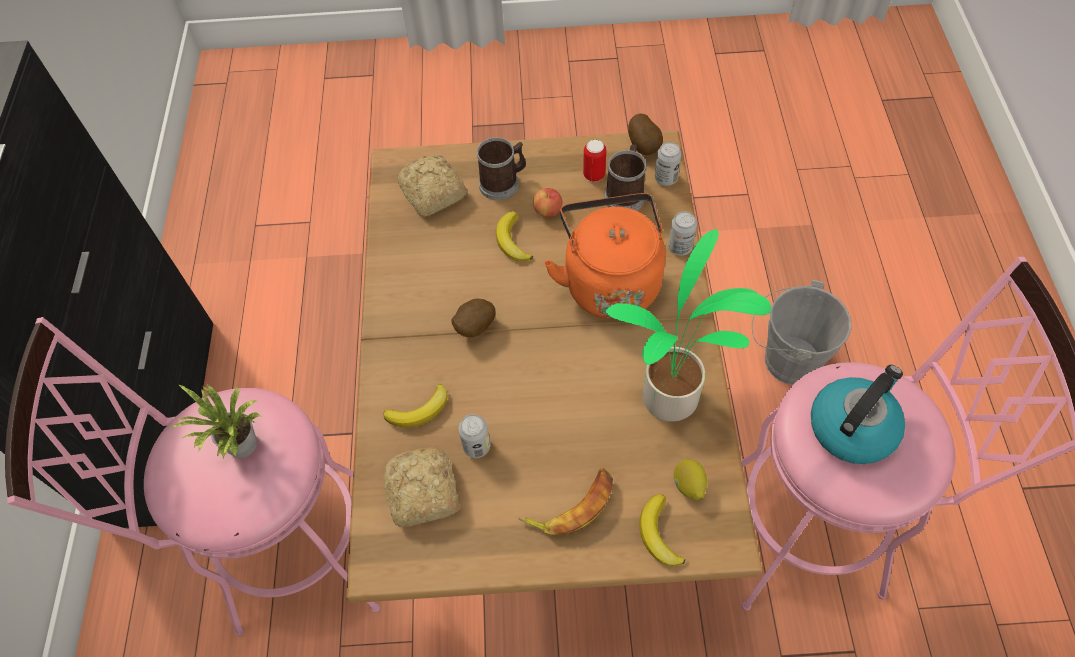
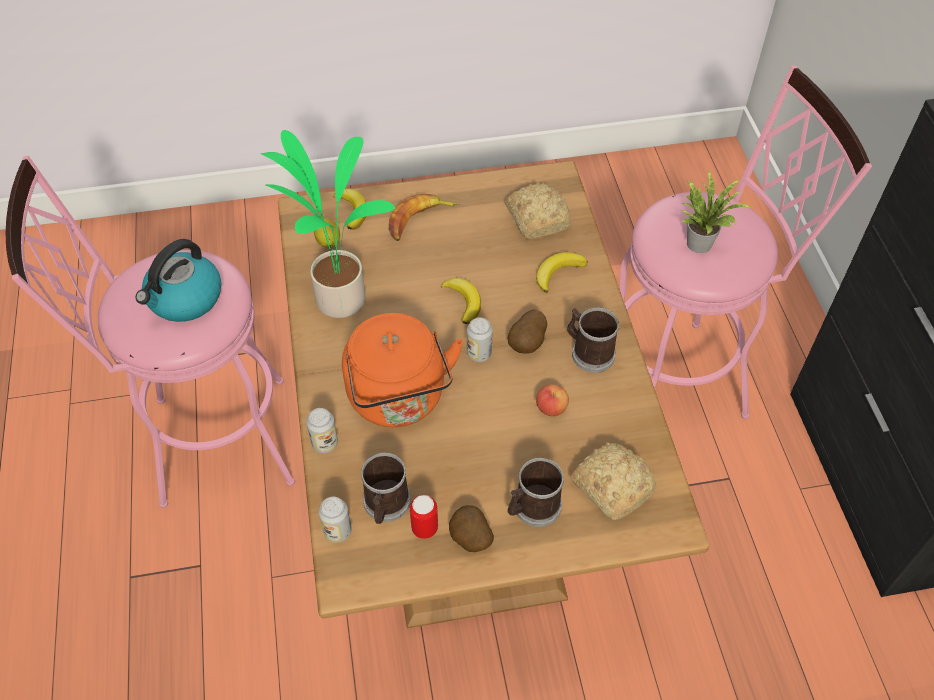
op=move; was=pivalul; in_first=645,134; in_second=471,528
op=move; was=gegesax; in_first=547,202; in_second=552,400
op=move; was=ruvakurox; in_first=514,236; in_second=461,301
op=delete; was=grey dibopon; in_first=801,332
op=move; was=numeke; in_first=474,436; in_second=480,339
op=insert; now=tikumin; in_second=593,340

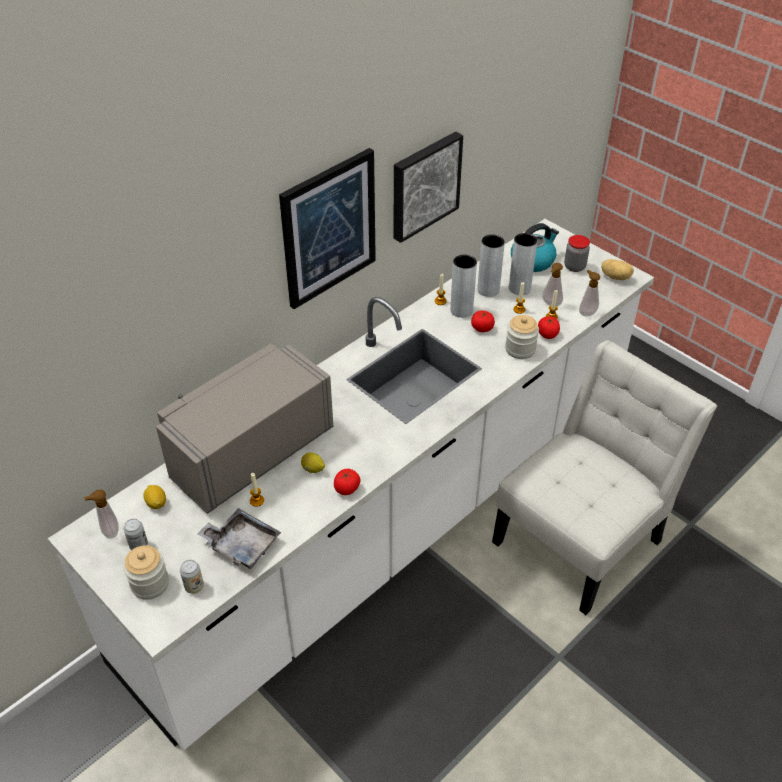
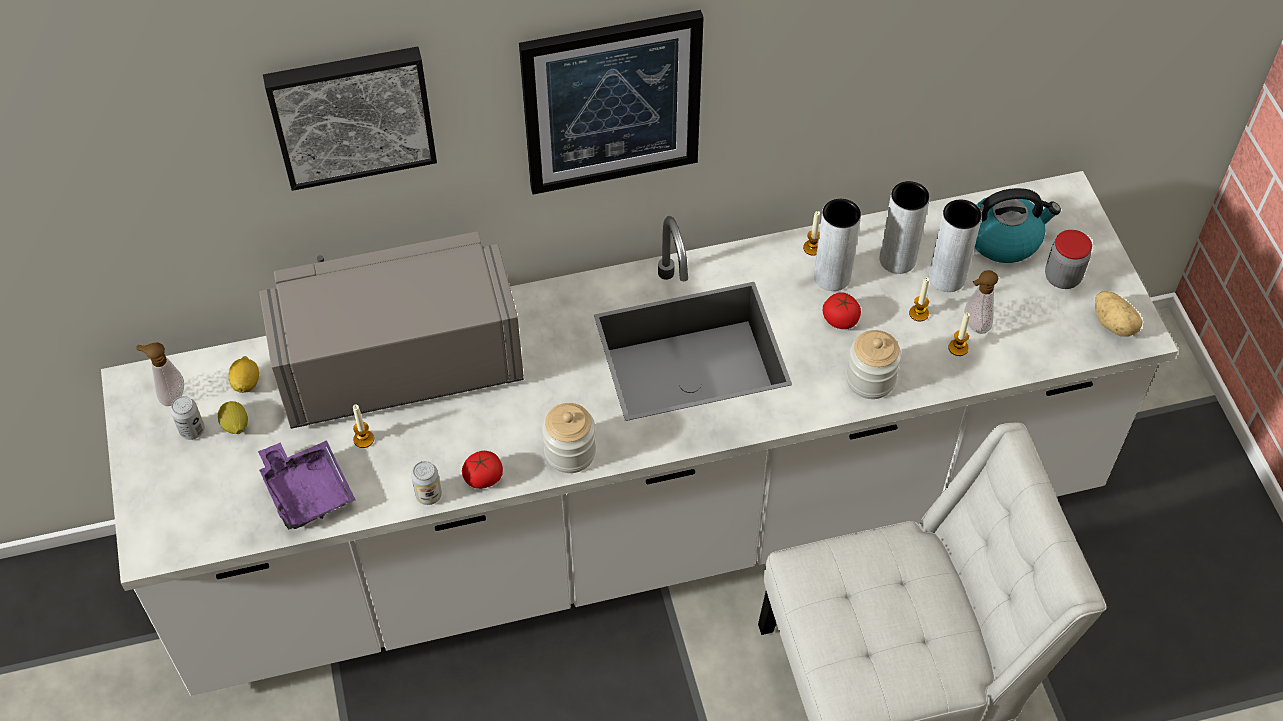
op=move; was=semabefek; in_first=428,187; in_second=350,119
op=delete; was=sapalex; in_first=589,293
op=delete; was=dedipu; in_first=549,327
op=move; was=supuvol; in_first=313,462; in_second=233,417
op=recolor; was=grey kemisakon; now=purple kemisakon; in_first=239,538; in_second=306,485
op=move; was=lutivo; in_first=146,572; in_second=569,438
op=move; was=numeke; in_first=192,577; in_second=426,483

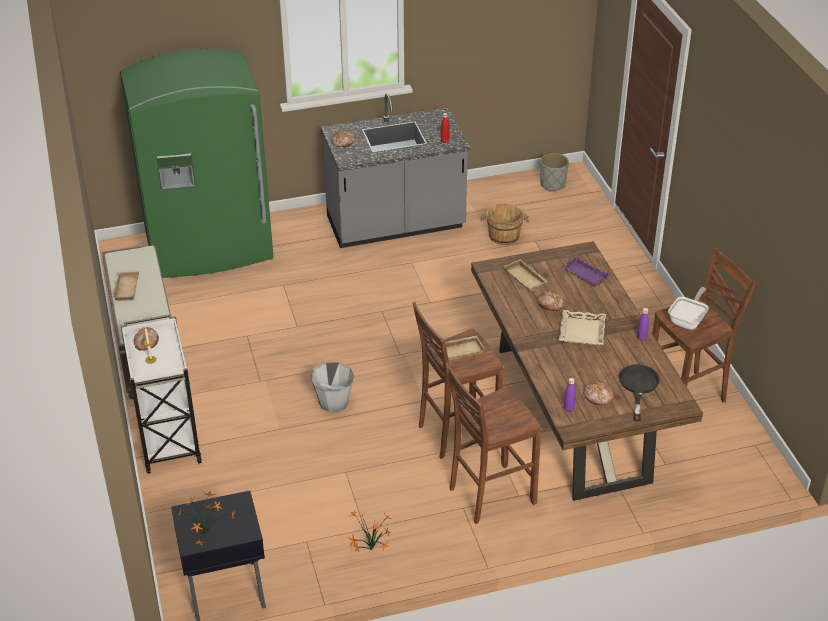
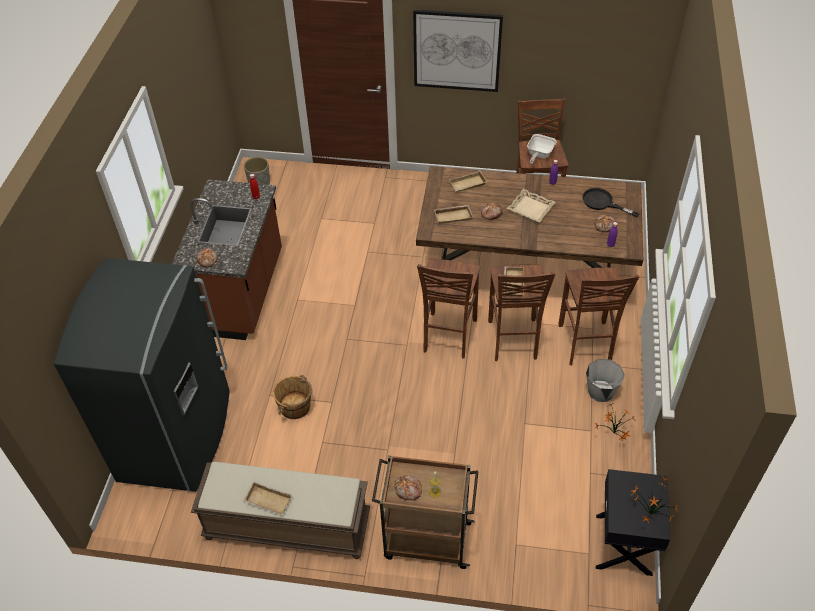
op=recolor; was=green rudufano; now=grey rudufano; in_first=197,163; in_second=142,375
op=recolor; was=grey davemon; now=brown davemon; in_first=395,170; in_second=227,259
op=move; was=brown dibopon; in_first=504,224; in_second=292,397
op=recolor; was=purple kemisakon; now=beige kemisakon; in_first=586,272; in_second=468,181
op=rotate; was=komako; in_first=688,308; in_second=542,149; clockwise=-120
op=recolor; was=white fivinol; now=brown fivinol; in_first=161,393; in_second=425,512
op=move; was=grey dibopon; in_first=332,387; in_second=605,380
op=insert; now=semabefek; in_second=458,51
op=insert; now=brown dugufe; in_second=449,309

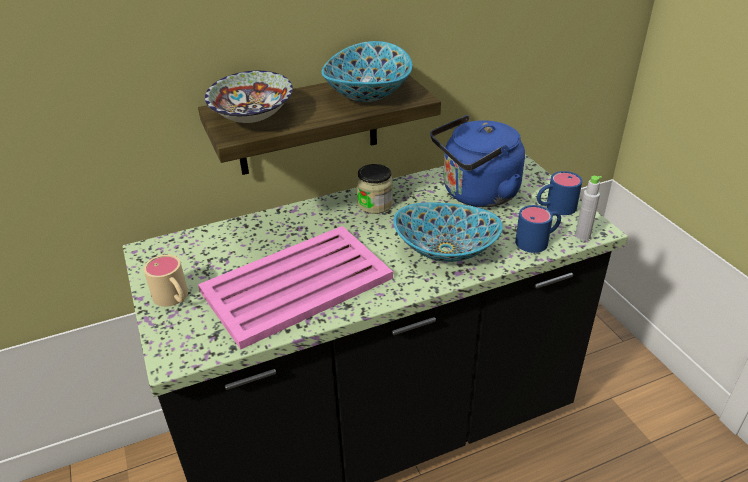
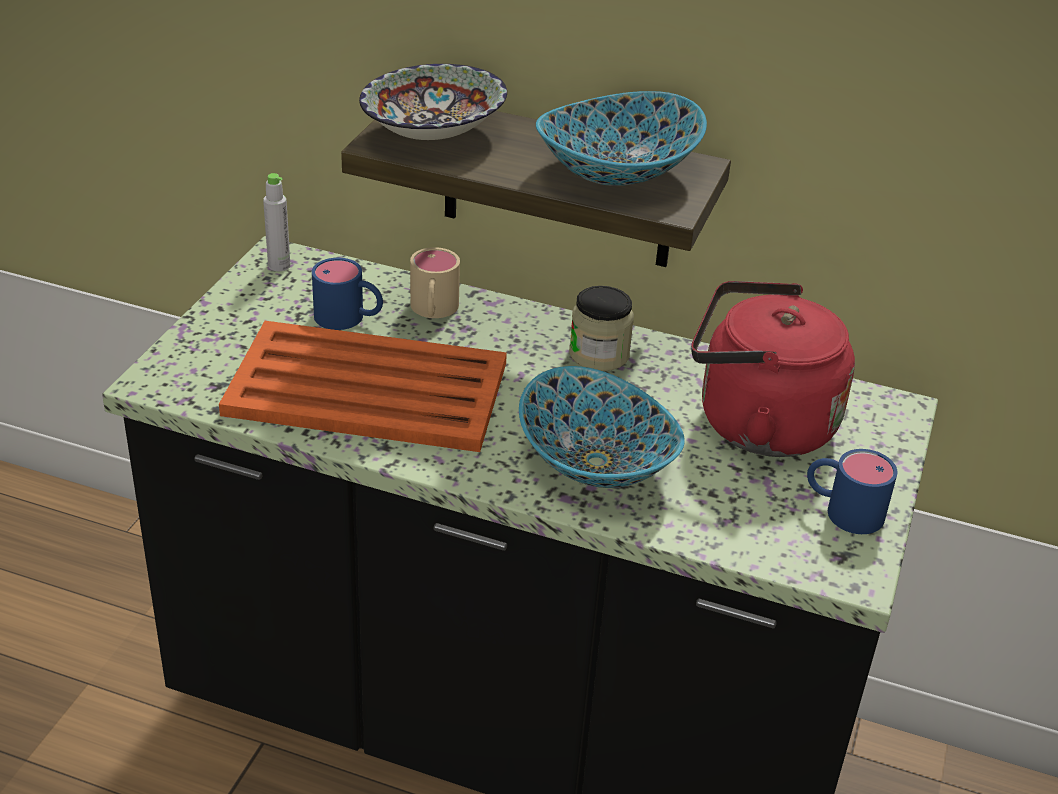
op=recolor; was=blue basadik; now=red basadik; in_first=477,161; in_second=773,369
op=move; was=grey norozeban; in_first=588,208; in_second=276,222
op=move; was=blue tikumin; in_first=538,229; in_second=347,294
op=recolor; was=pink kemisakon; now=orange kemisakon; in_first=295,288; in_second=363,386
op=move; was=beige tikumin; in_first=165,281; in_second=435,282

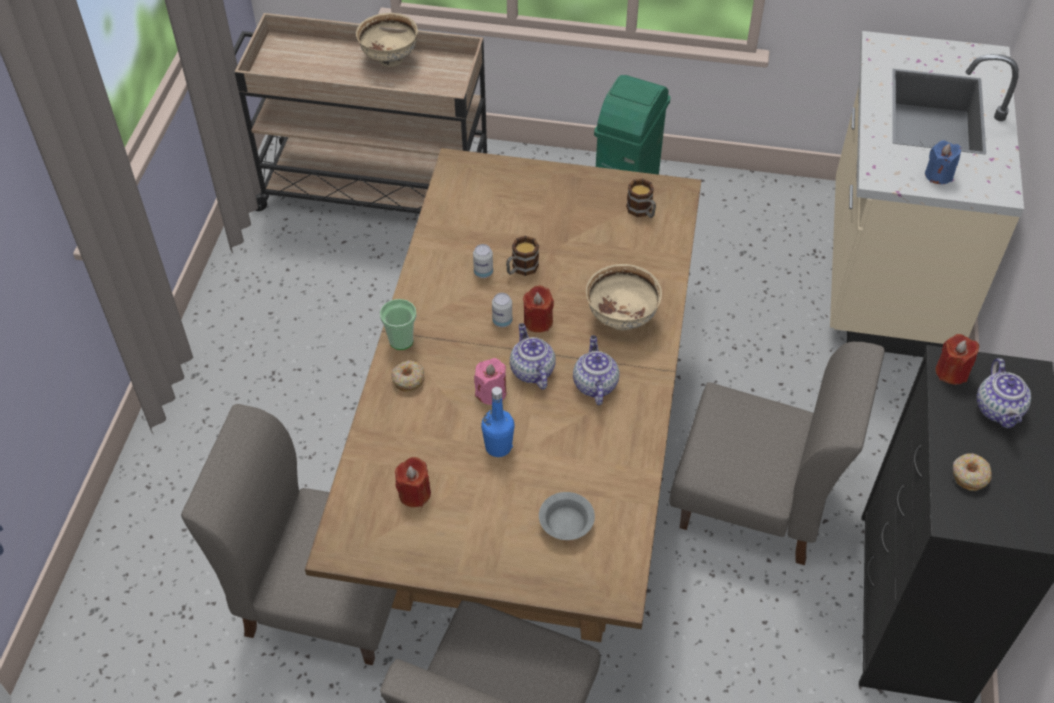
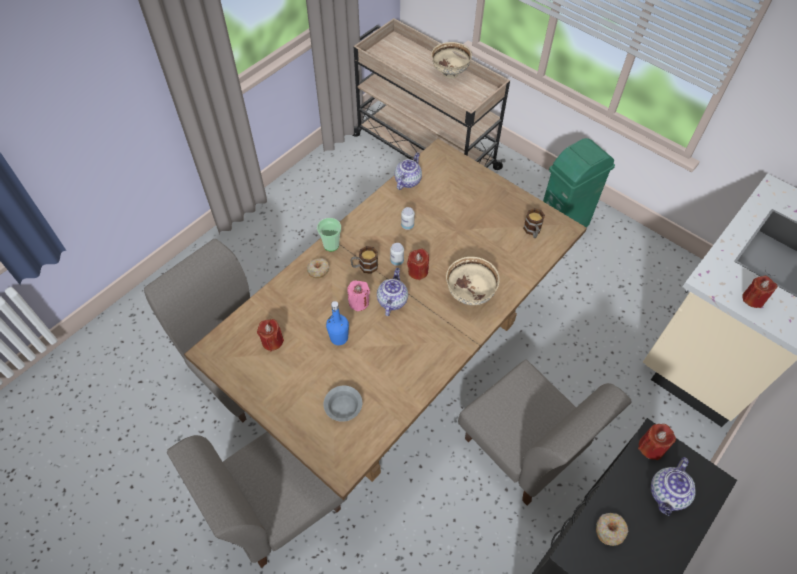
op=recolor; was=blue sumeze; now=red sumeze; in_first=943,162; in_second=759,292
op=move; was=tikumin; in_first=522,256; in_second=364,260
op=move; was=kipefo; in_first=596,370; in_second=408,171

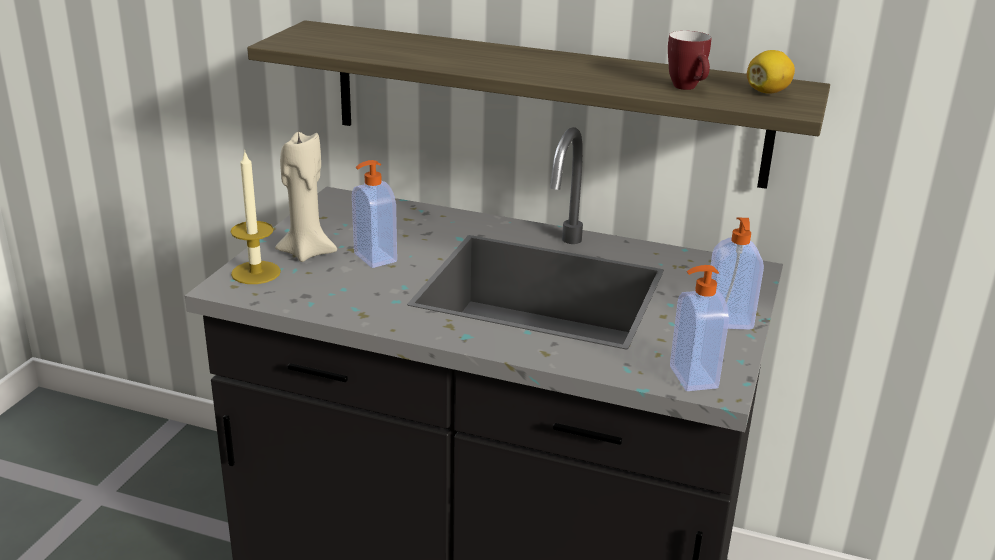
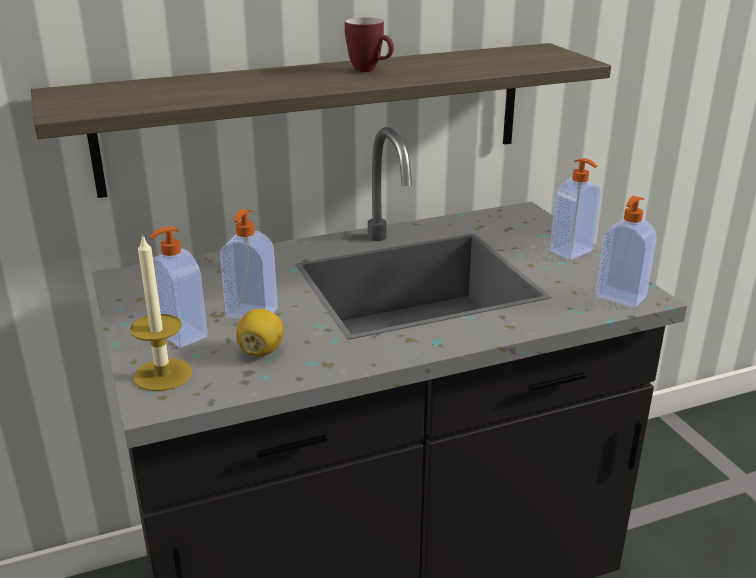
op=move; was=tikumin; in_first=689,60; in_second=369,45
op=move; was=supuvol; in_first=771,71; in_second=260,333
op=replace; was=beige sumeze; now=sapalex; in_first=306,196; in_second=178,287

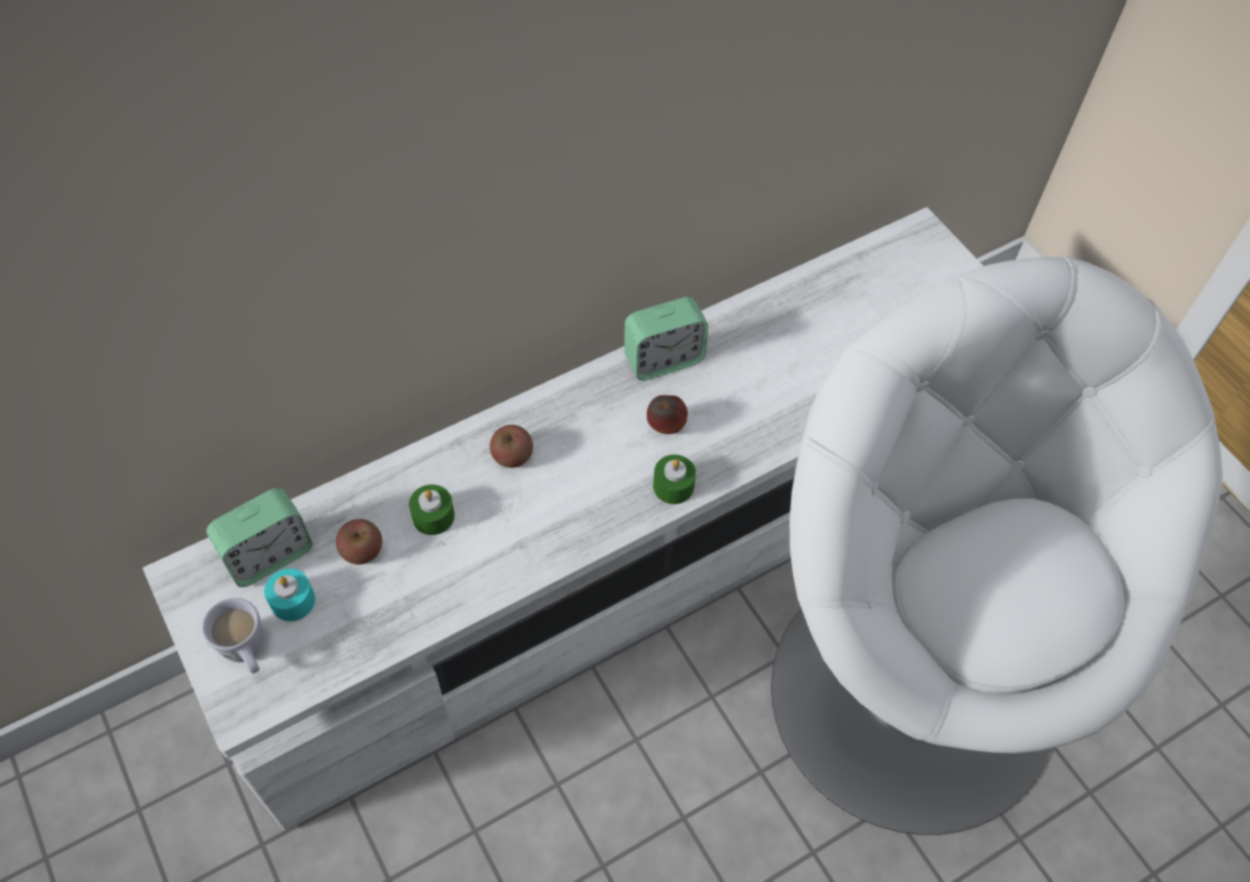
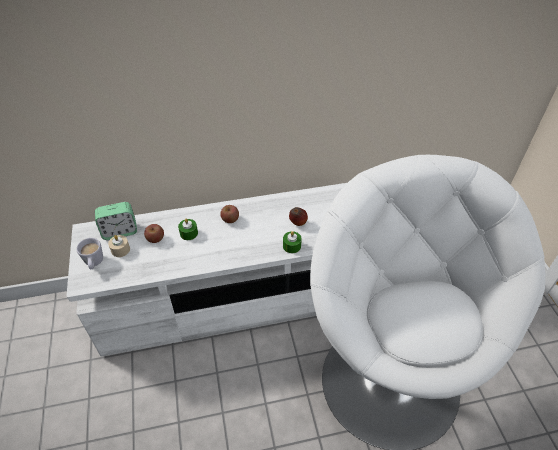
op=delete; was=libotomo; in_first=666,338
op=recolor; was=turquoise sumeze; now=beige sumeze; in_first=289,594; in_second=119,246

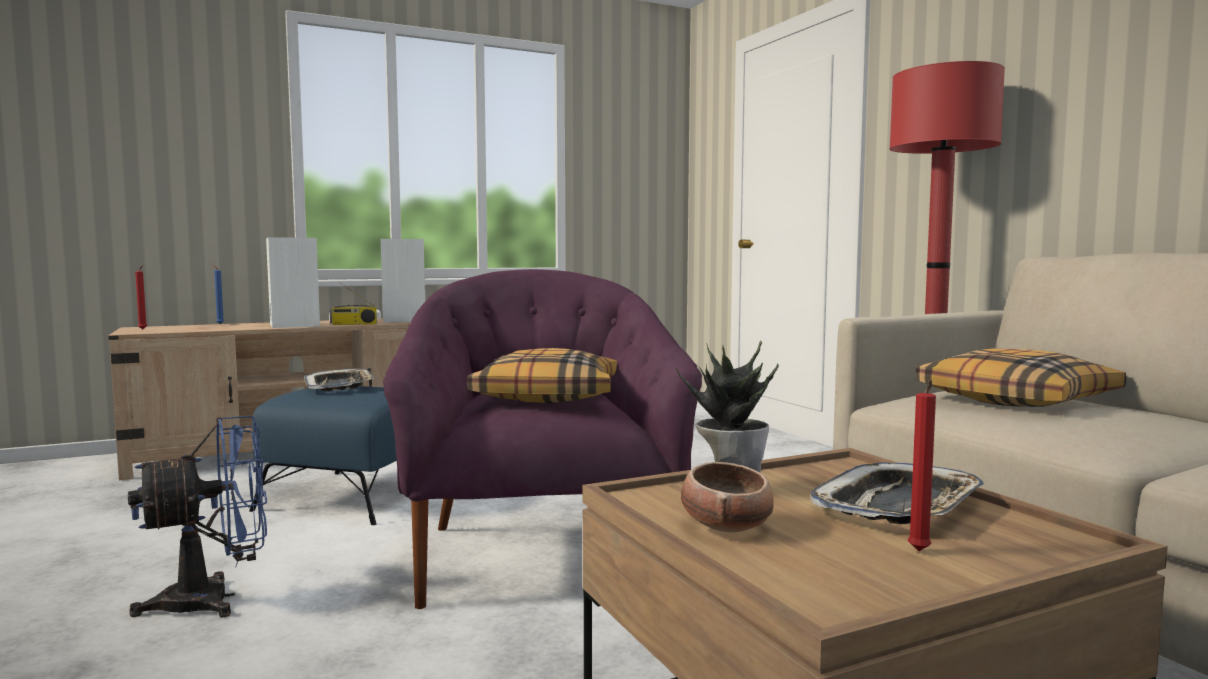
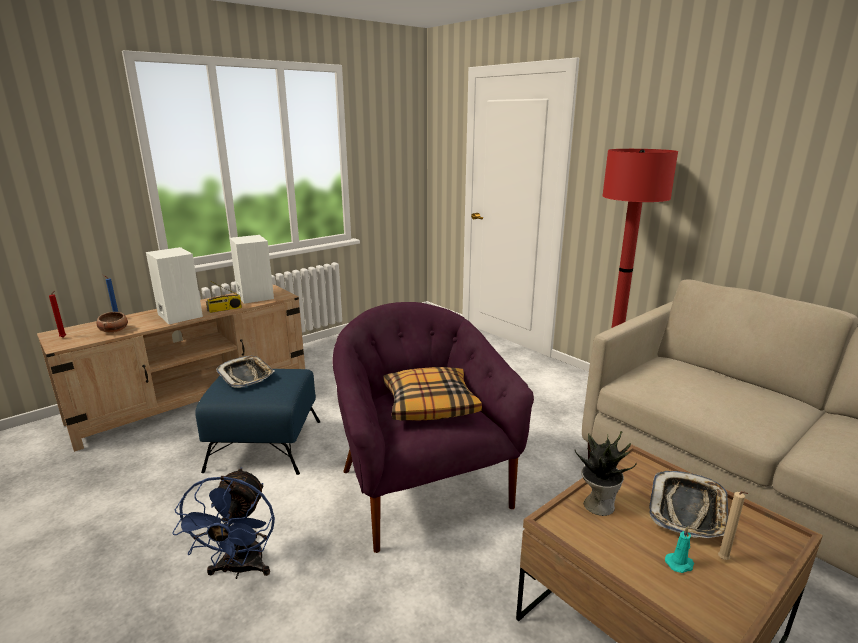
op=delete; was=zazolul; in_first=1021,378
op=recolor; was=red sumeze; now=beige sumeze; in_first=922,465; in_second=733,526
op=rotate; was=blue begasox; in_first=197,516; in_second=223,523; clockwise=135
op=move; was=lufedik; in_first=727,497; in_second=112,322
op=insert; now=turquoise sumeze; in_second=679,549

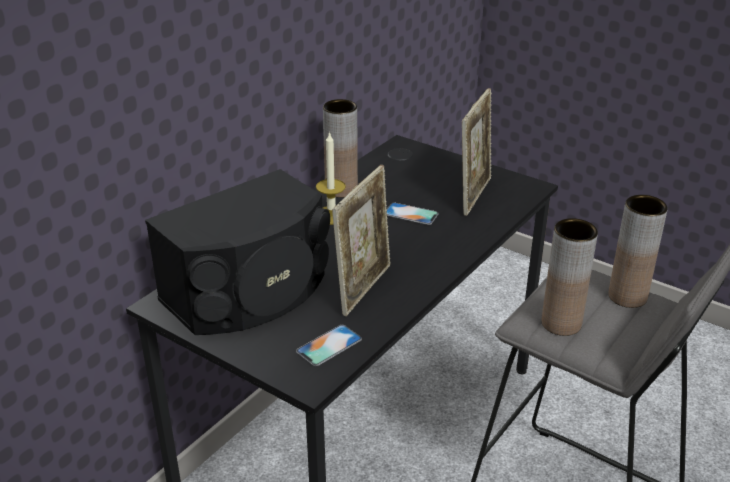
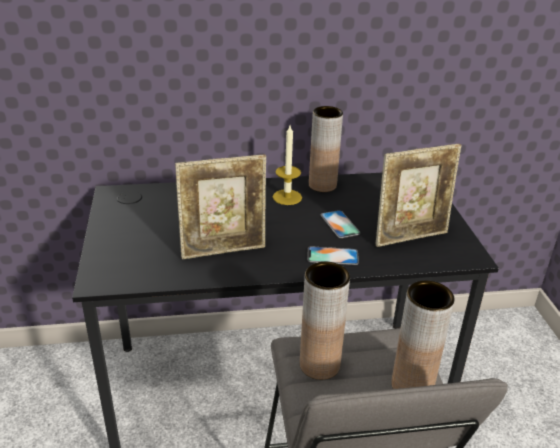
op=delete; was=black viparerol; in_first=237,252
op=move; was=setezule; in_first=329,345; in_second=333,255

